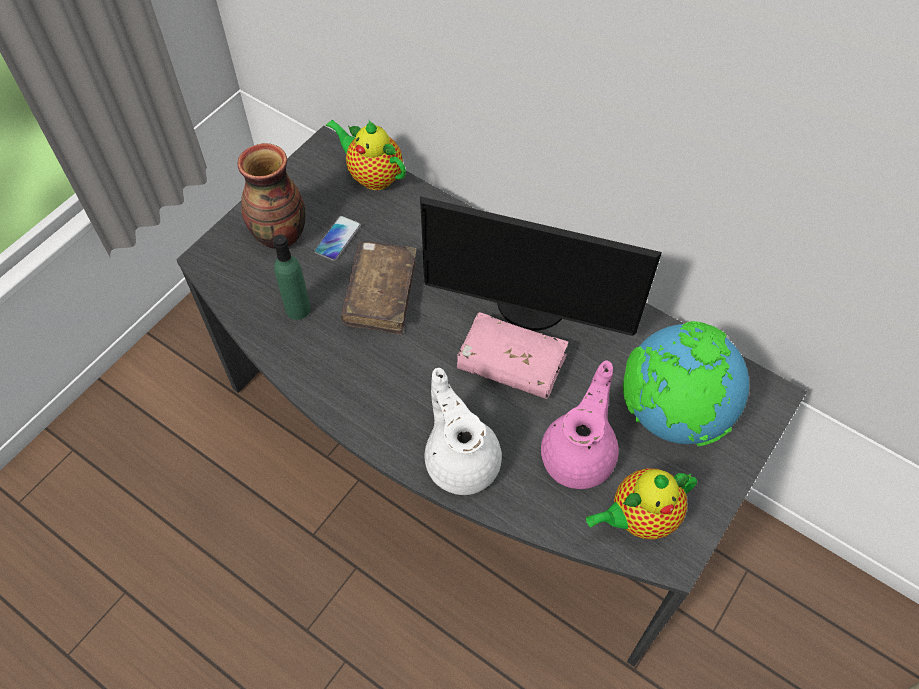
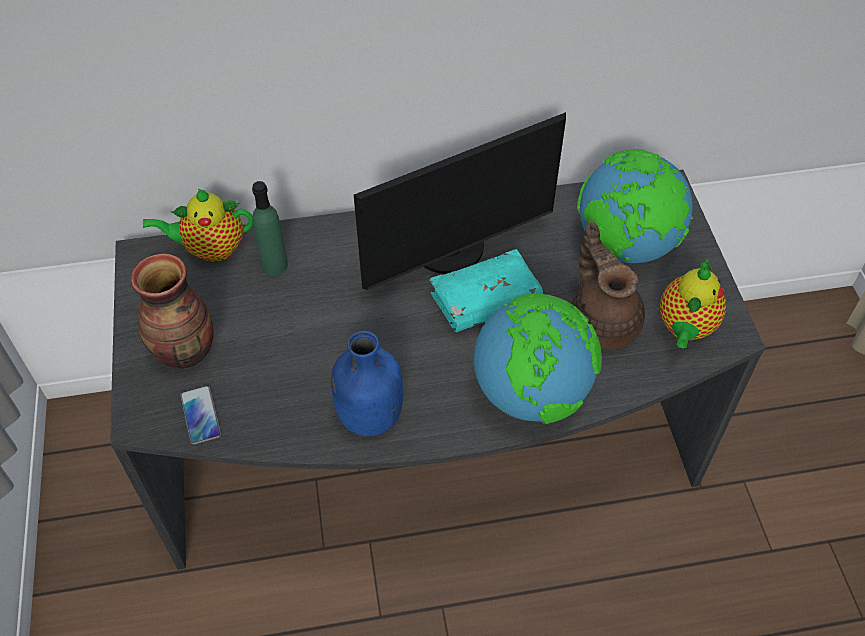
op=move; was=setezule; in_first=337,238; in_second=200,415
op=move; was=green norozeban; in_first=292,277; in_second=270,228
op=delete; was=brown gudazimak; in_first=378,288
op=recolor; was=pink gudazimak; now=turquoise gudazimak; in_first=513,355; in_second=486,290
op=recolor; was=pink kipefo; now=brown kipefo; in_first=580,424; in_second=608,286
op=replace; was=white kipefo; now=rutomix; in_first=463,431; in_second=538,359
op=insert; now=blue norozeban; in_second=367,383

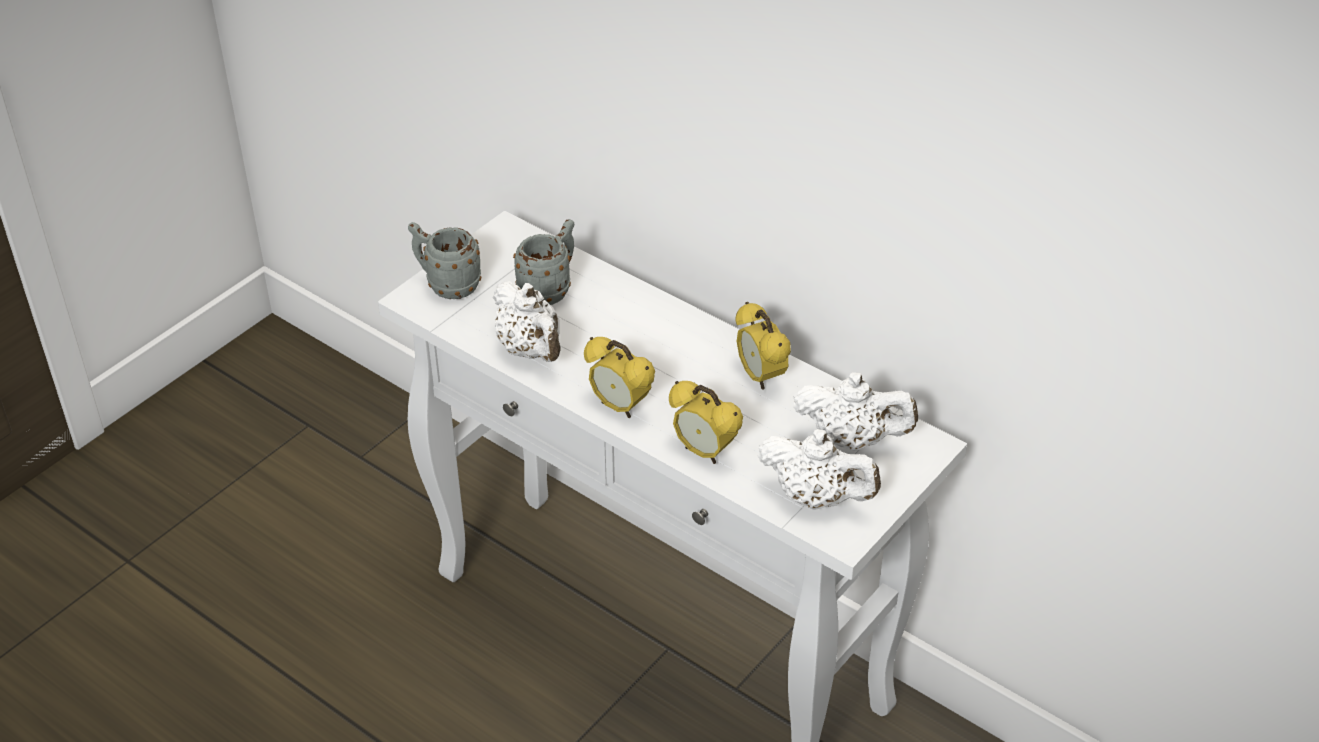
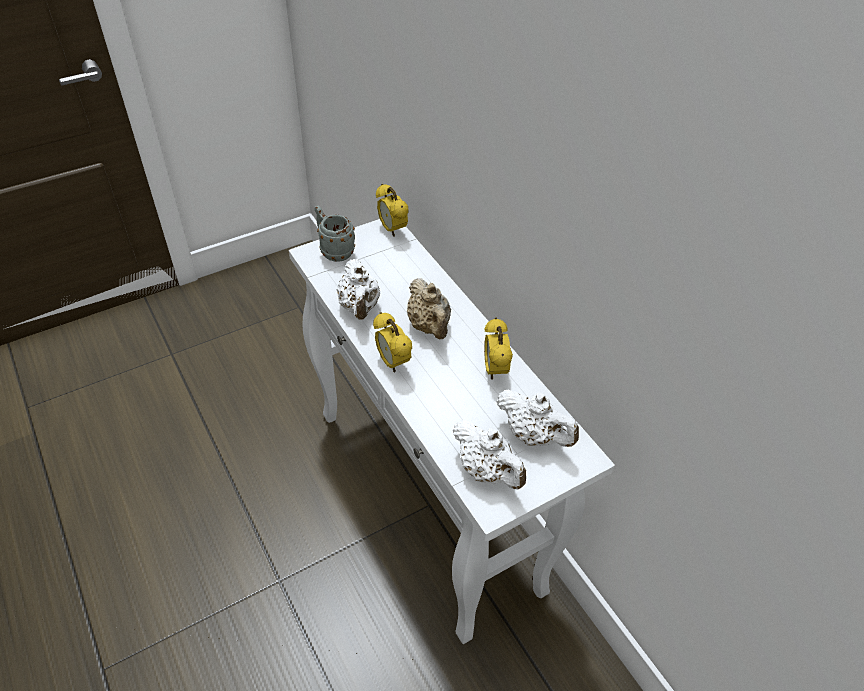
op=delete; was=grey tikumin; in_first=543,262
op=move; was=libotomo; in_first=706,422; in_second=392,210
op=insert; now=beige kipefo; in_second=429,308

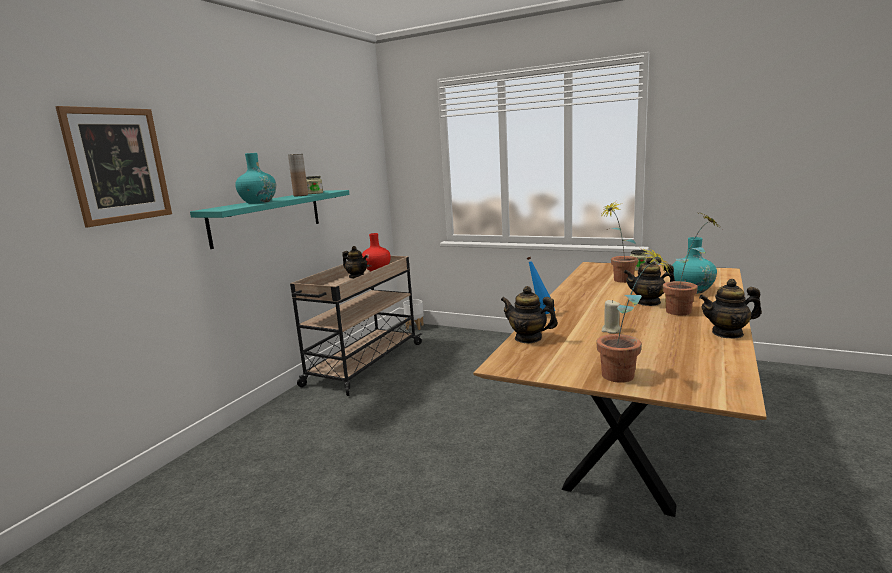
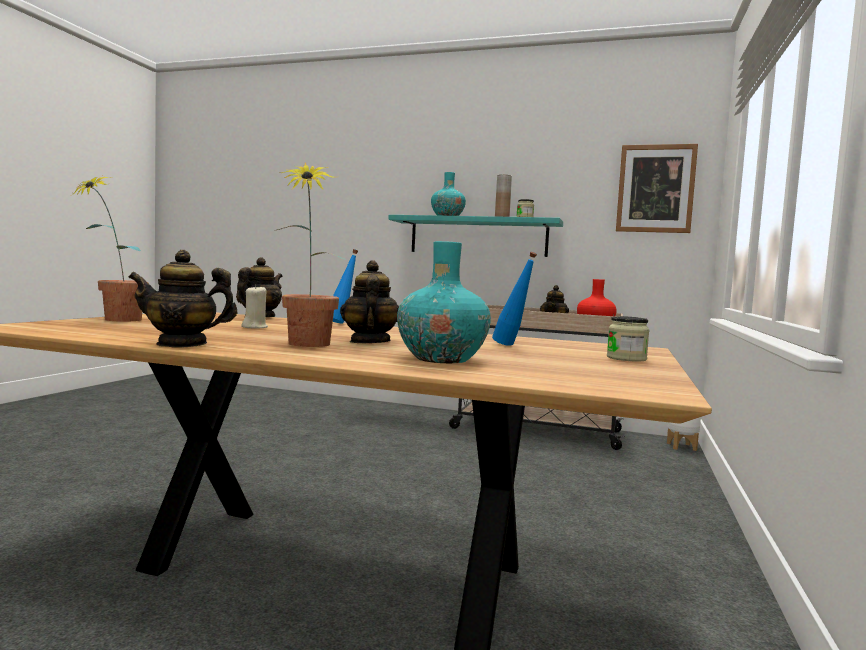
op=move; was=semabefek; in_first=113,166; in_second=657,188
op=replace; was=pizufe; now=blue norozeban; in_first=620,242; in_second=514,299
op=rotate; was=kipefo; in_first=730,309; in_second=183,298; clockwise=-90

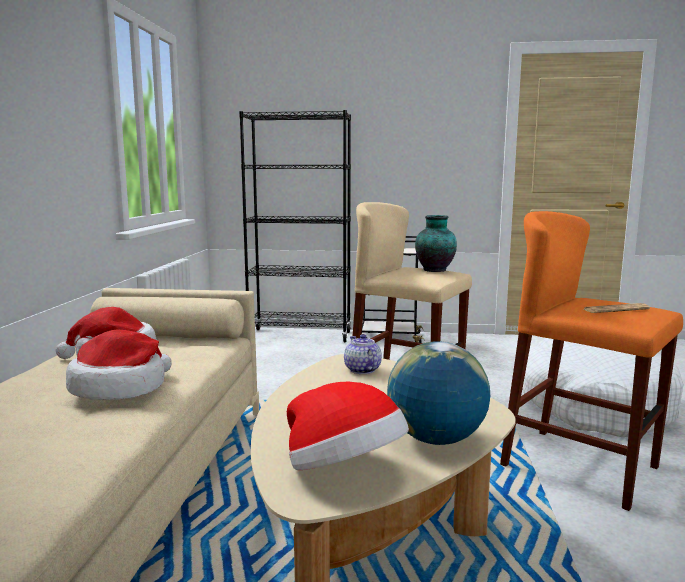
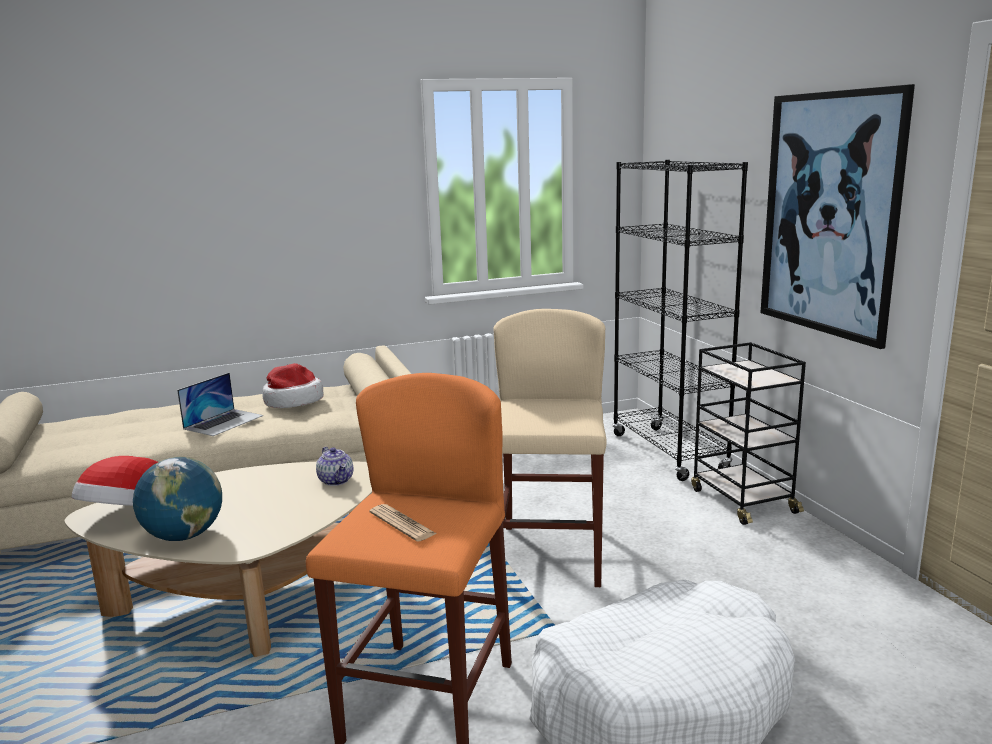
op=delete; was=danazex; in_first=436,243
op=replace; was=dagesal; now=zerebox; in_first=119,365; in_second=220,404
op=rotate; was=kipefo; in_first=363,354; in_second=334,466; clockwise=105
op=insert; now=semabefek; in_second=837,216

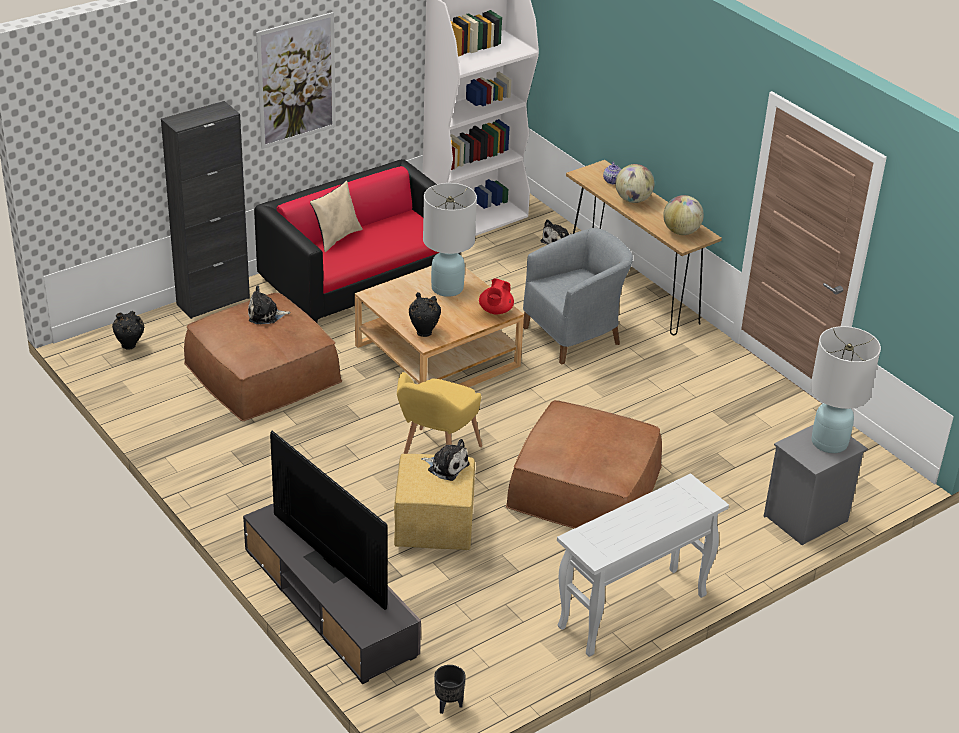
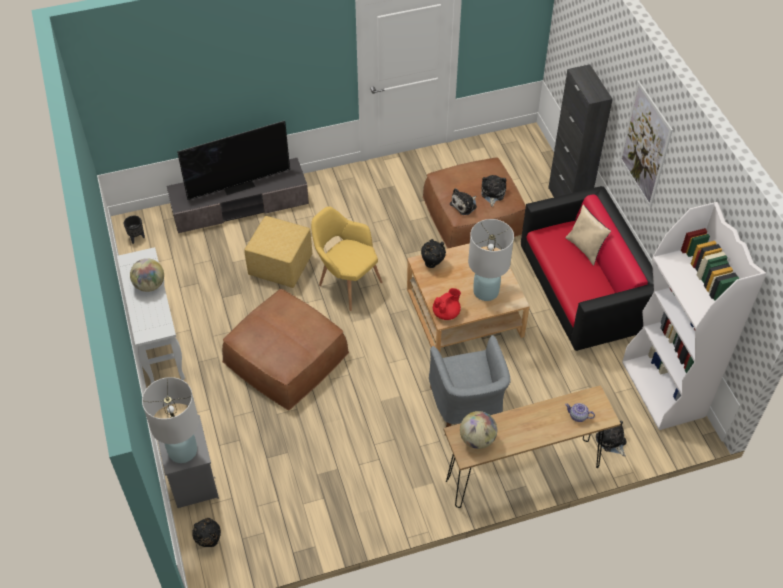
op=move; was=rutomix; in_first=634,183; in_second=147,275
op=rotate; was=red kipefo; in_first=496,296; in_second=447,304; clockwise=105
op=move; was=black danazex; in_first=128,330; in_second=206,532
op=move; was=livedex; in_first=445,460; in_second=463,201

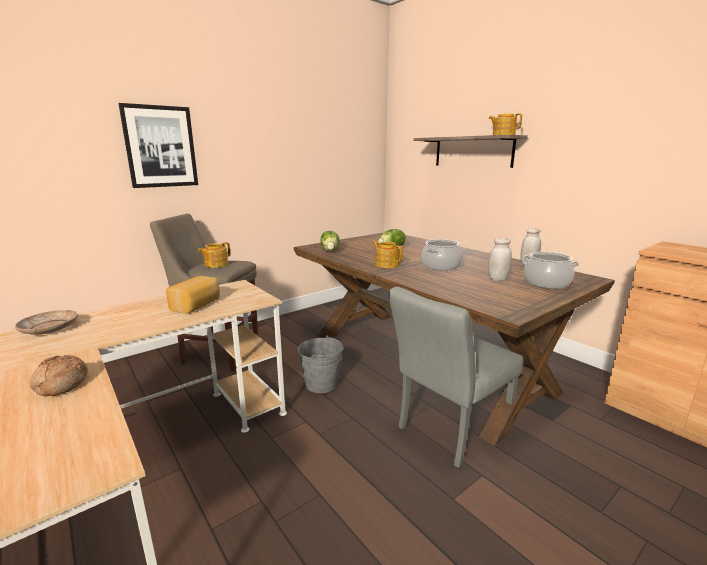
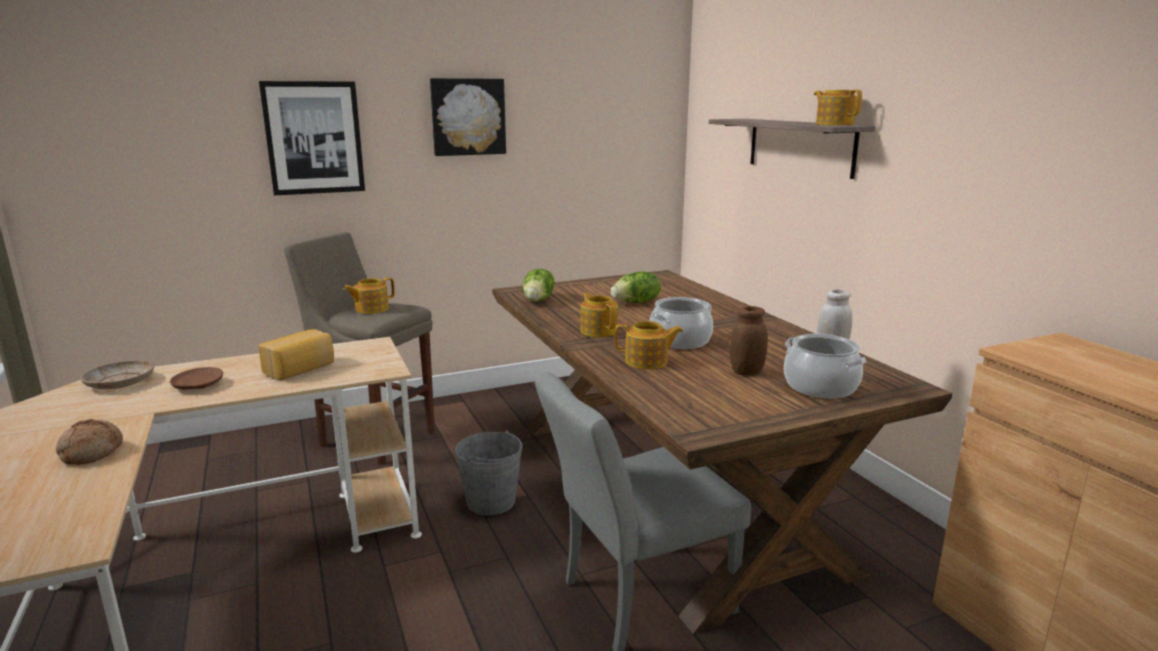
op=recolor; was=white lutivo; now=brown lutivo; in_first=500,259; in_second=749,340
op=insert; now=semabefek; in_second=468,117
op=insert; now=kipefo; in_second=649,345
op=insert; now=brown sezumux; in_second=196,378

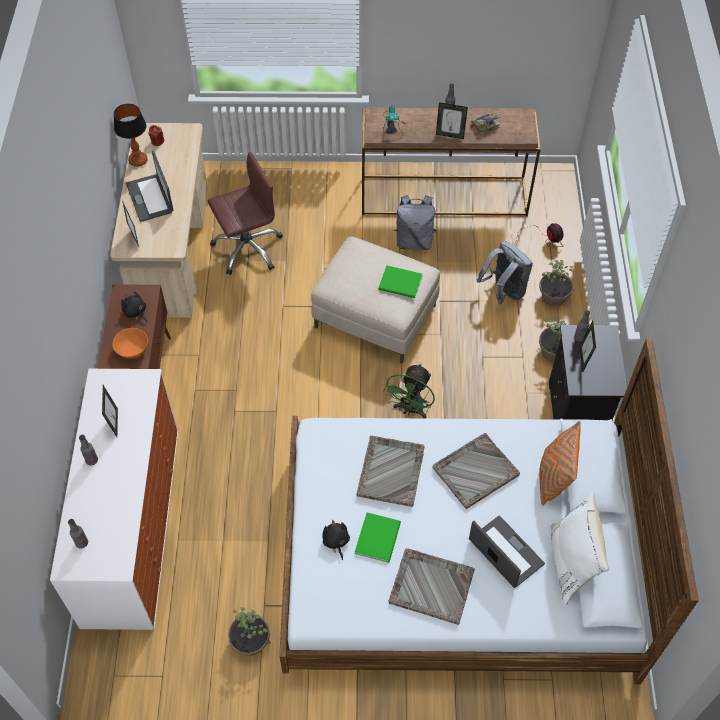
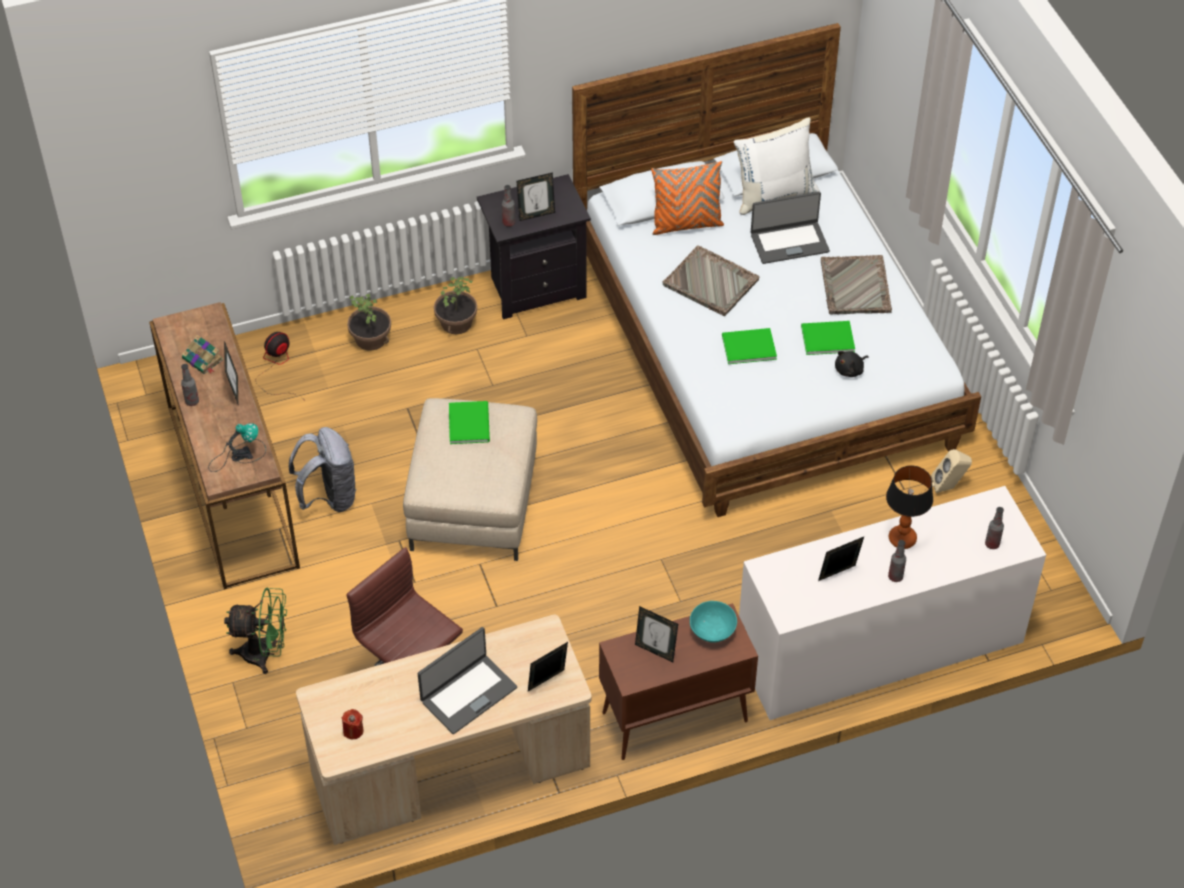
op=move; was=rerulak; in_first=131,135; in_second=909,507
op=delete; was=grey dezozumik; in_first=505,273
op=replace; was=black livedex; now=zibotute; in_first=134,306; in_second=656,634
op=recolor; was=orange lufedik; now=turquoise lufedik; in_first=130,343; in_second=713,621
op=move; was=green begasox; in_first=409,391; in_second=255,631
op=replace; was=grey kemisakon; now=green gudazimak; in_first=391,471; in_second=749,346
op=rotate; was=zerebox; in_first=507,552; in_second=790,228; clockwise=-135
op=replace; was=pizufe; now=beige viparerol; in_first=249,631; in_second=951,471

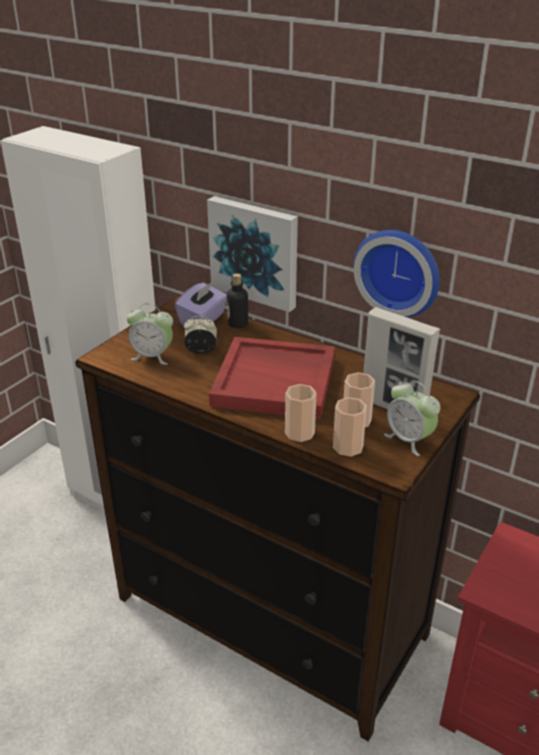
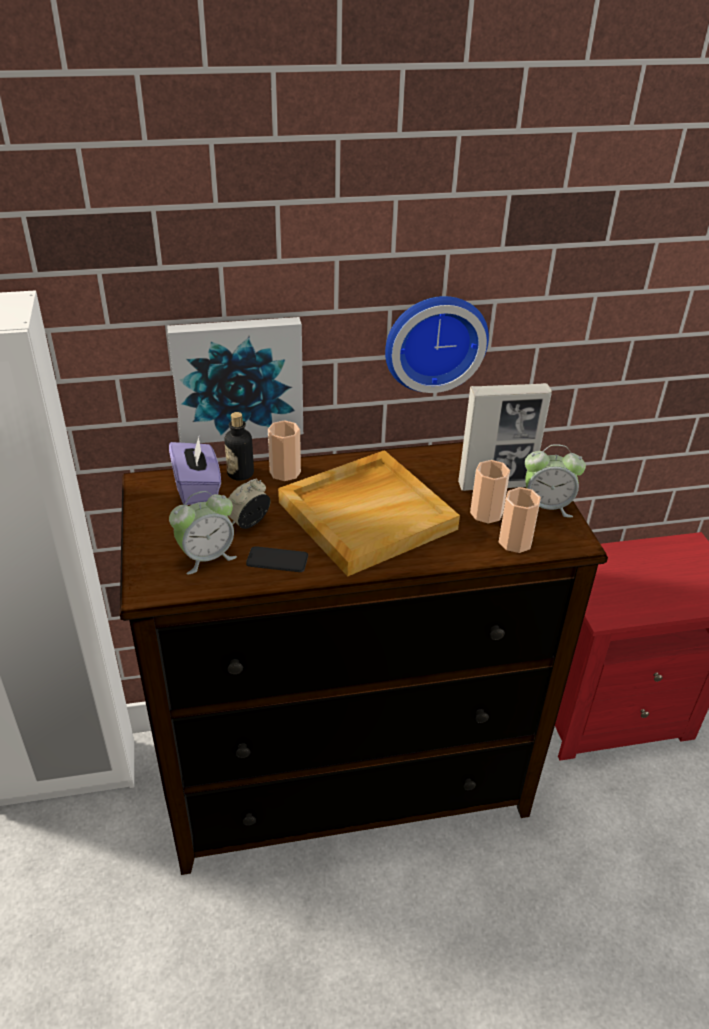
op=recolor; was=red kemisakon; now=beige kemisakon; in_first=272,378; in_second=369,513
op=move; was=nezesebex; in_first=300,413; in_second=284,450
op=insert; now=setezule; in_second=277,559

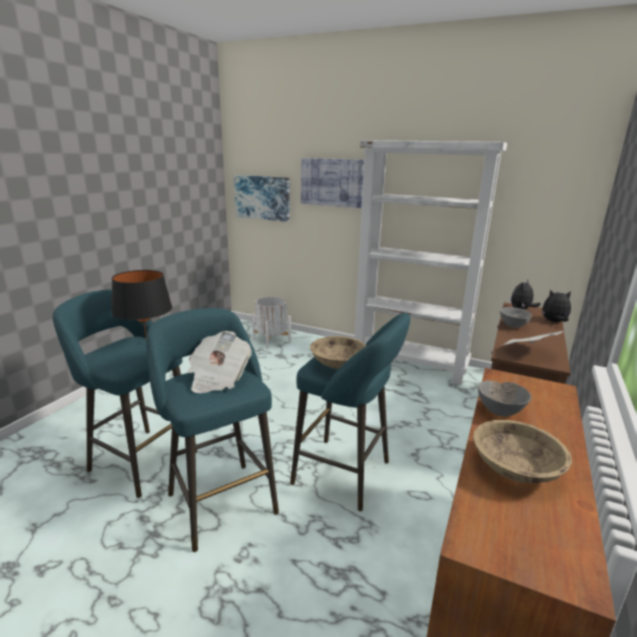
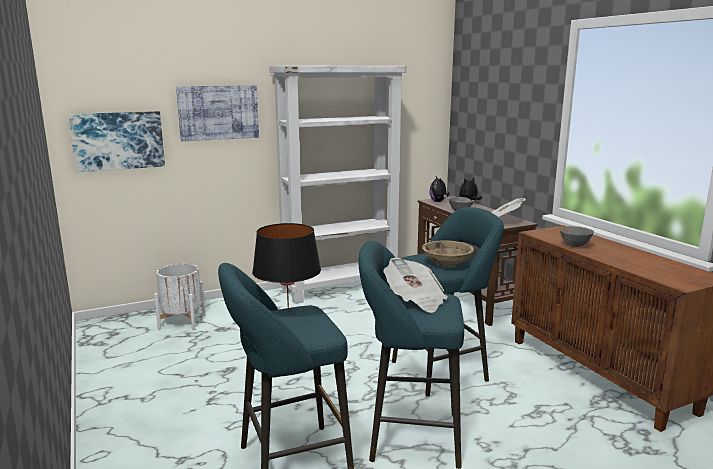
op=delete; was=beige lufedik; in_first=522,451

